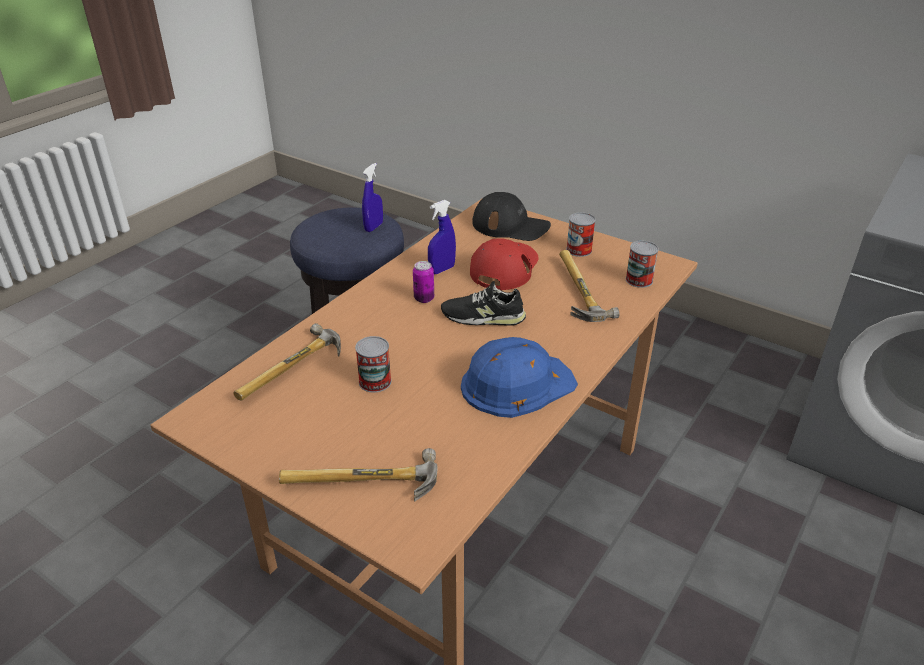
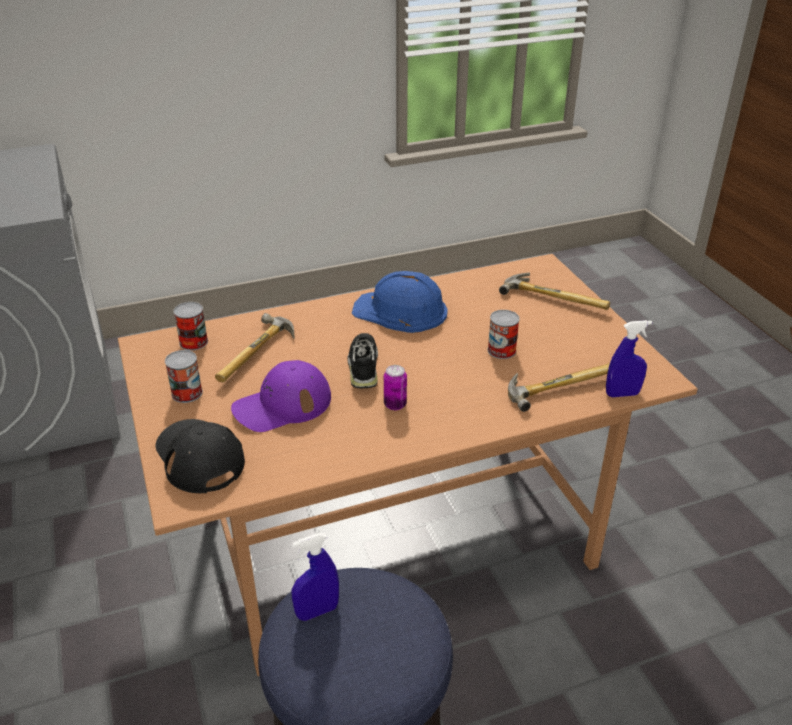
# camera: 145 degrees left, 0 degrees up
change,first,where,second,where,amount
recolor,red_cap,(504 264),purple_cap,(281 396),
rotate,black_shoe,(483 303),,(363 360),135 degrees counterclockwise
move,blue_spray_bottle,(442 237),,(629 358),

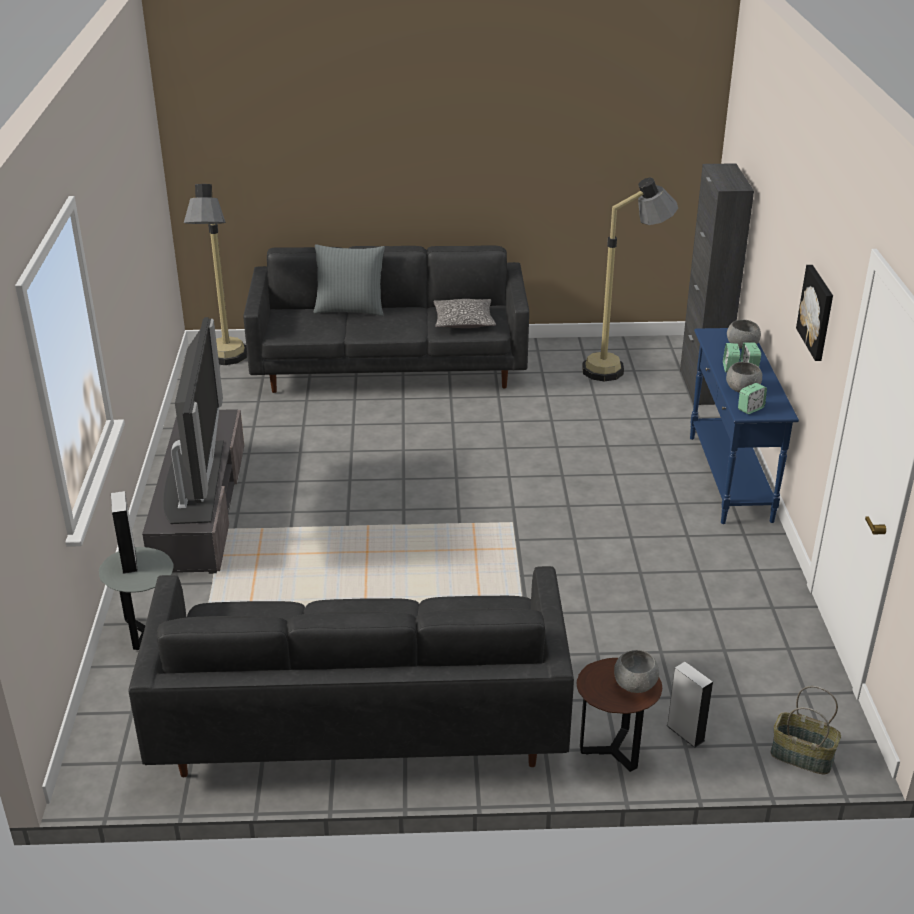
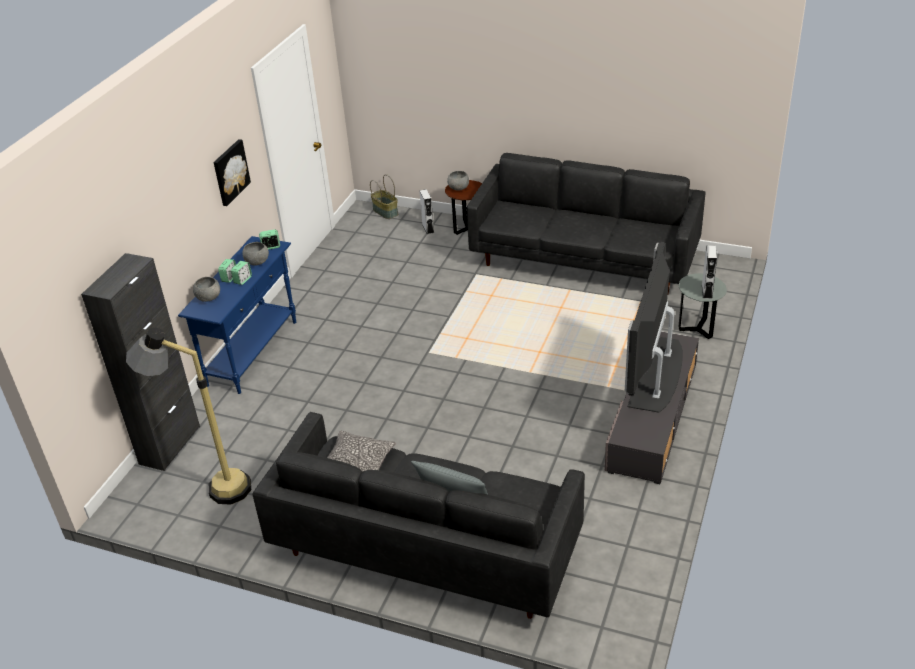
# camera: 155 degrees left, 5 degrees up
change,first,where,second,where,amount
delete,floor_lamp,(215 274),,,

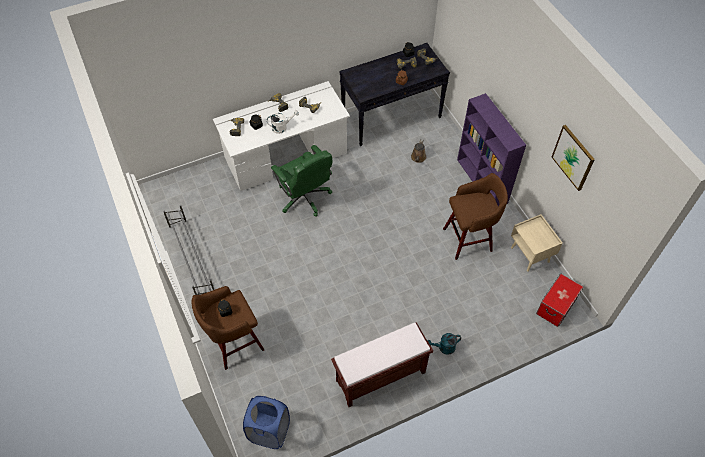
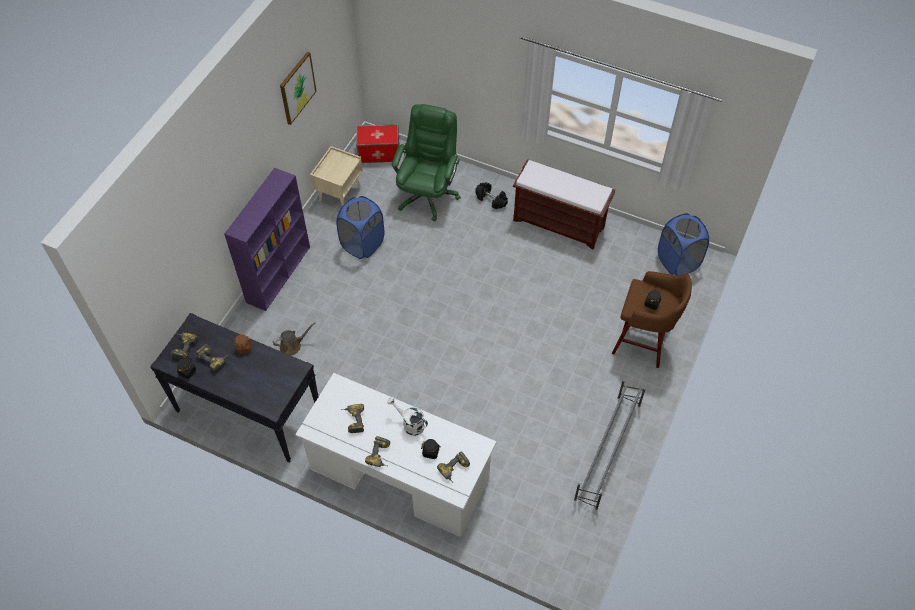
# camera: 130 degrees left, 0 degrees up
change,first,where,second,where,amount
replace,brown_stool,(475 216),blue_laundry_basket,(360 227),
move,green_office_chair,(301 181),,(426 163),
replace,turquoise_watering_can,(444 344),black_dumbbell,(491 195),

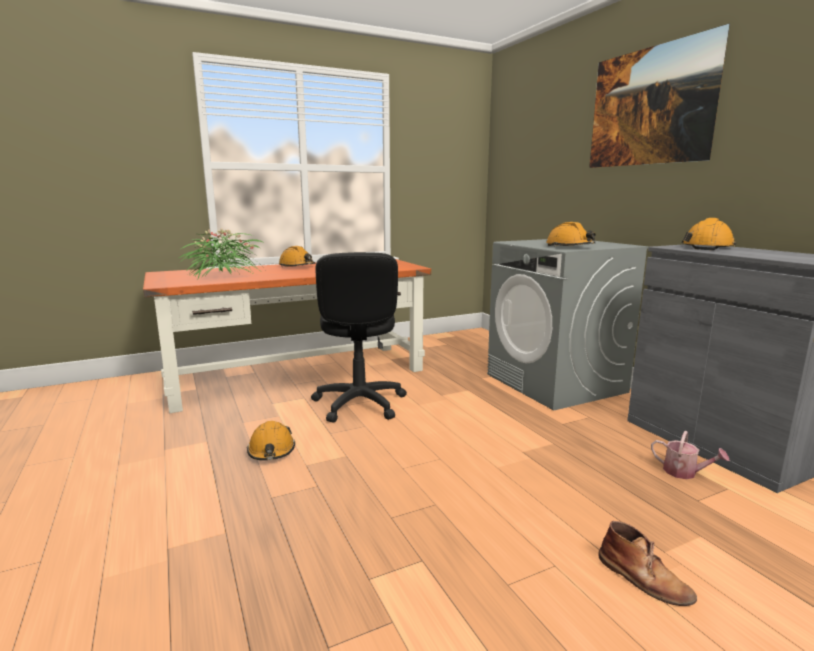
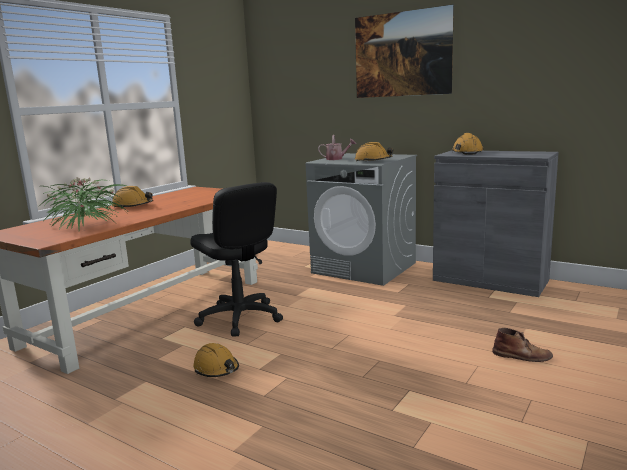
# camera: 30 degrees left, 0 degrees up
change,first,where,second,where,amount
move,watering_can,(690 455),,(337 147),

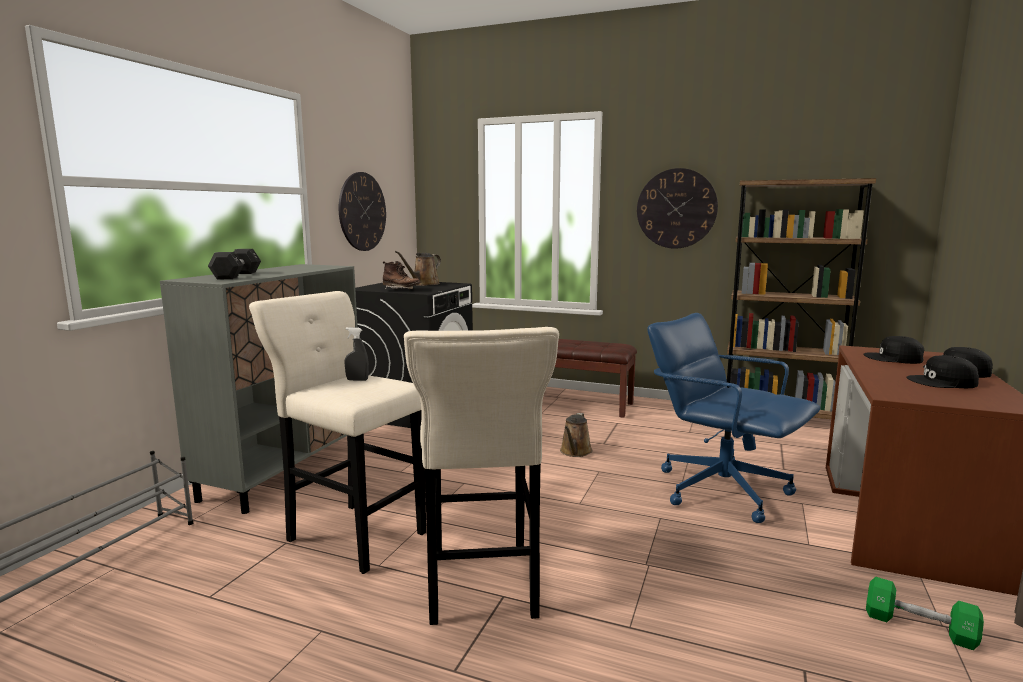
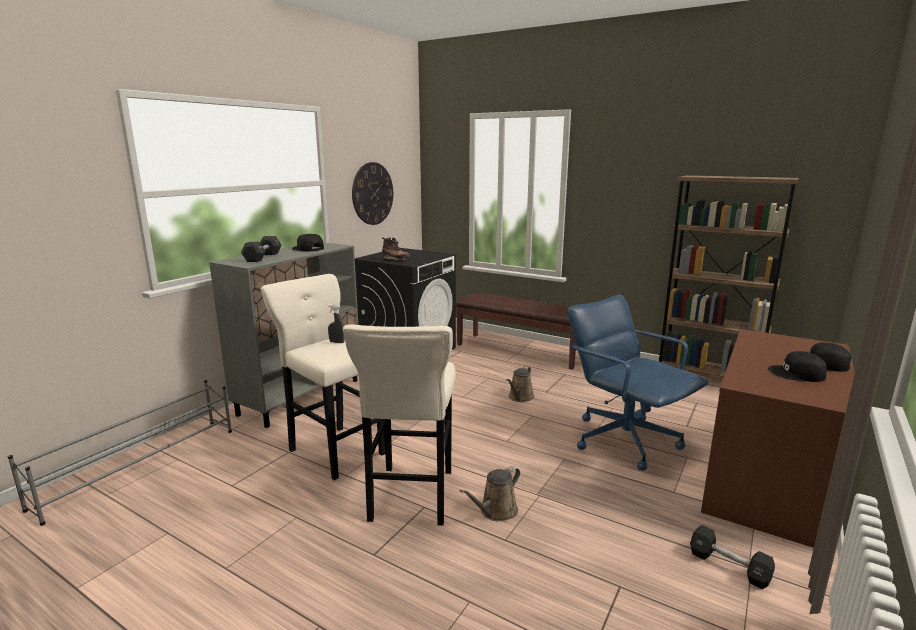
# camera: 10 degrees right, 5 degrees up
change,first,where,second,where,amount
move,black_cap,(893 350),,(308 243),
move,brown_watering_can,(418 268),,(490 494),
recolor,green_dumbbell,(925 613),black_dumbbell,(732 557),
delete,wall_clock,(677 208),,,

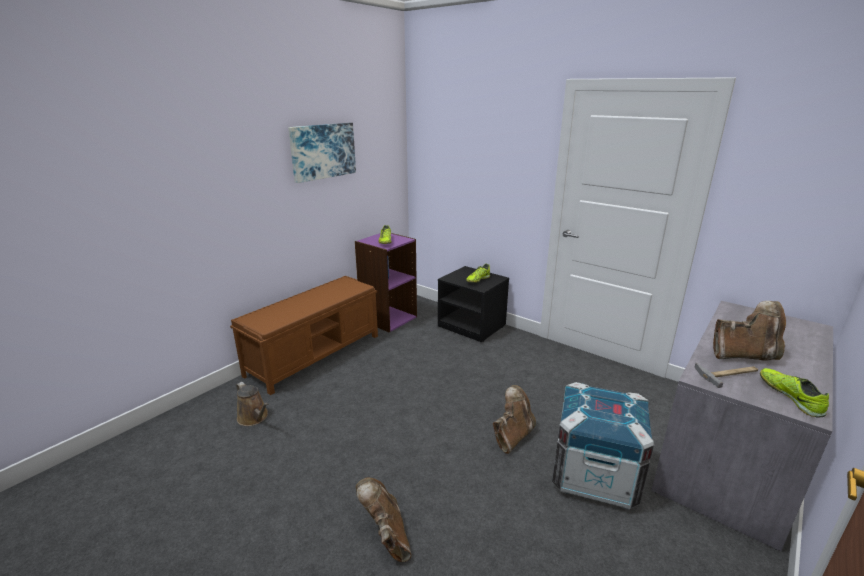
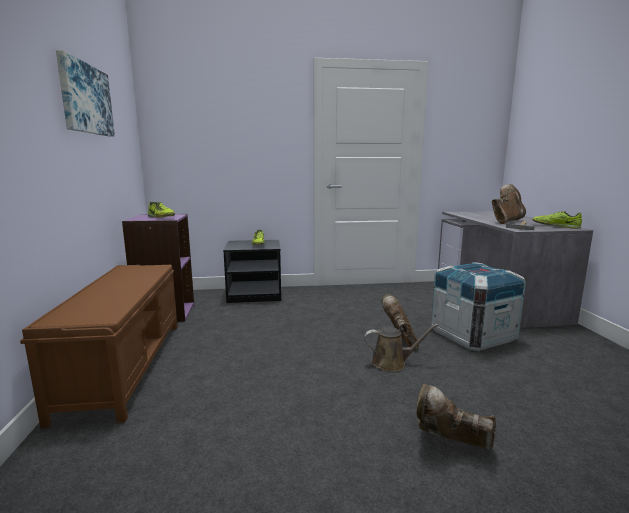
# camera: 45 degrees left, 10 degrees down
change,first,where,second,where,amount
move,brown_watering_can,(252 404),,(401 348),

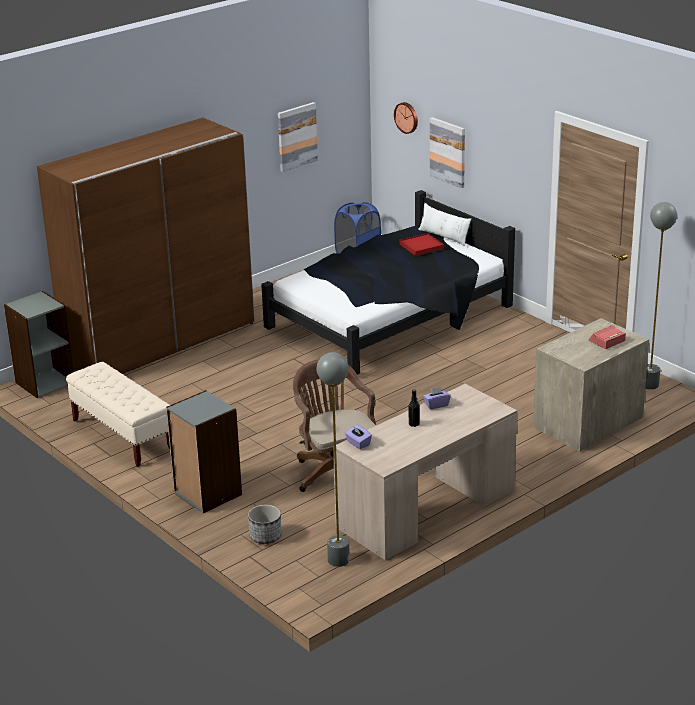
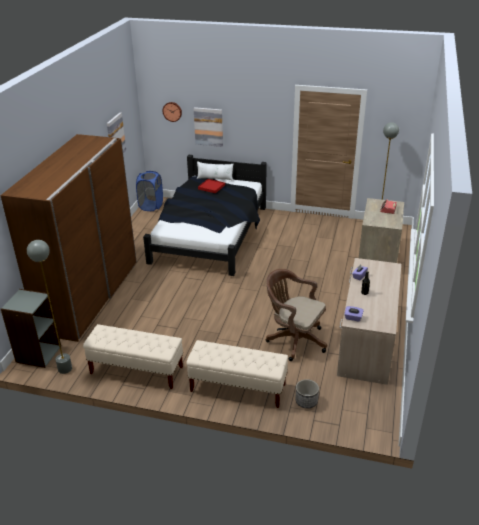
# camera: 35 degrees left, 5 degrees up
change,first,where,second,where,amount
move,grey_floor_lamp,(333 459),,(49 307),
replace,grey_bookcase,(204 451),beige_bench,(237 374),

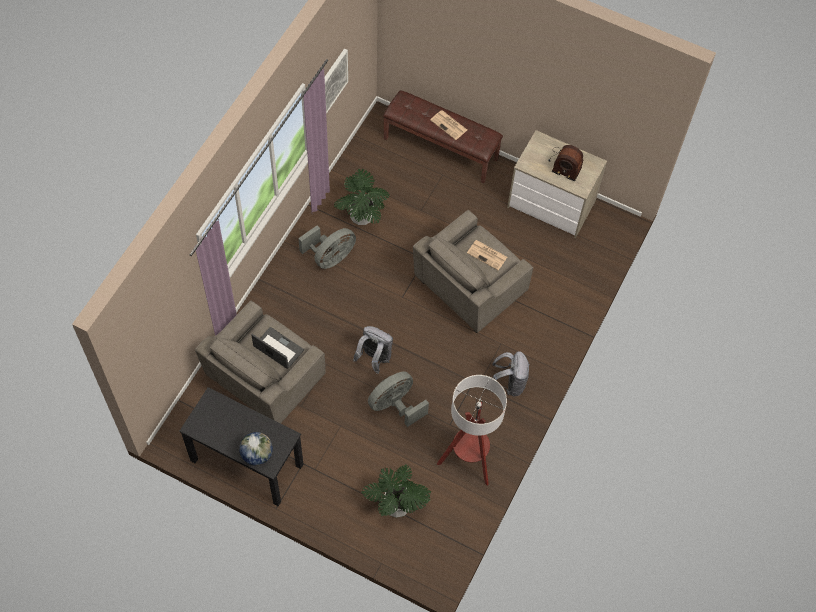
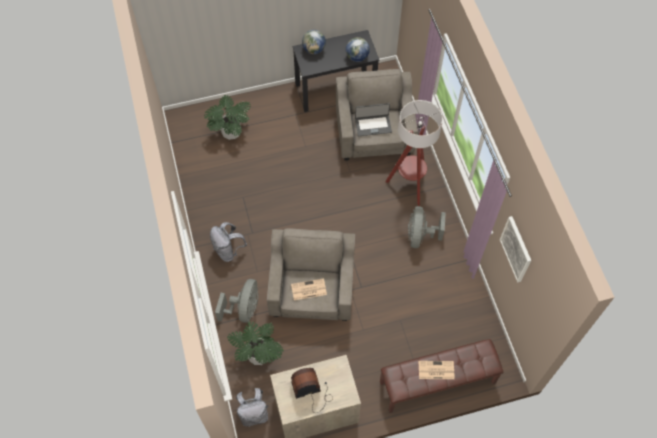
# camera: 140 degrees right, 0 degrees up
change,first,where,second,where,amount
move,grey_fan,(398 399),,(237 301),
move,potted_plant,(362 197),,(255 343),
move,grey_backpack,(373 350),,(252 407),
insert,,,globe,(358 49),
move,floor_lamp,(472 430),,(414 153),

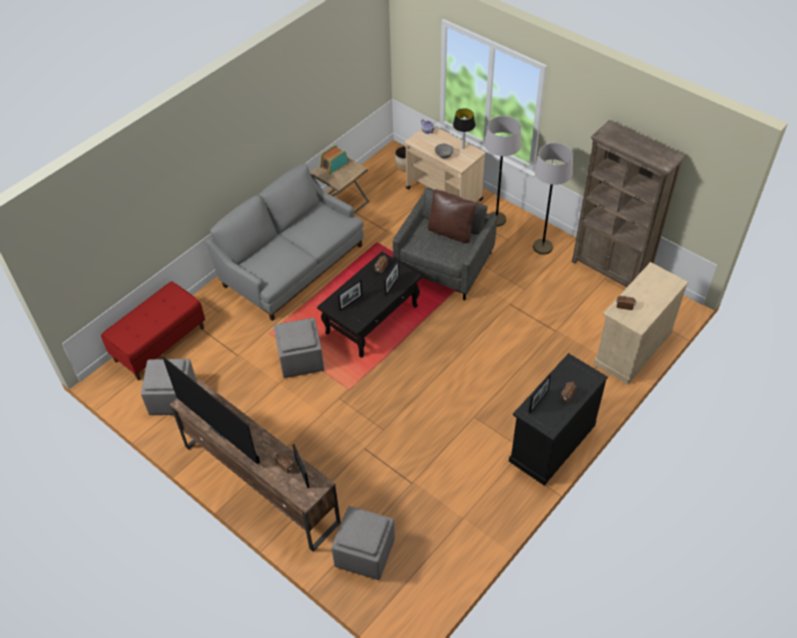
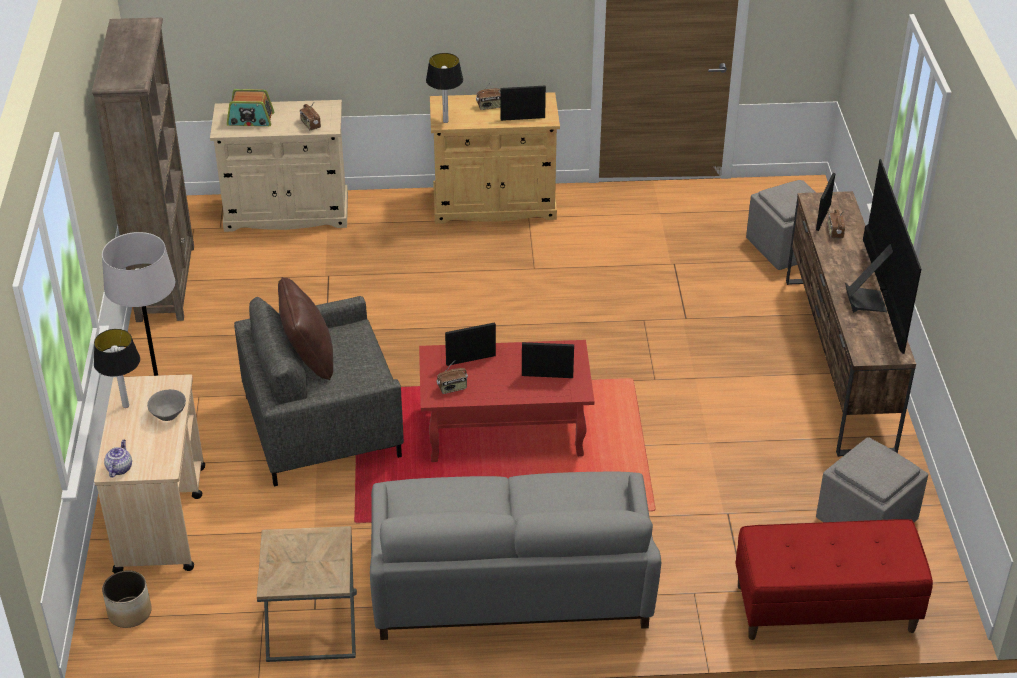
# camera: 135 degrees left, 10 degrees down
change,first,where,second,where,amount
move,radio,(334 159),,(250 107),
recolor,black_coffee_table,(369 305),red_coffee_table,(506 401),
insert,,,table_lamp,(444 88),
recolor,black_cabinet,(558 419),beige_cabinet,(495 158),
delete,grey_ottoman,(299 348),,,
delete,grey_floor_lamp,(553 199),,,

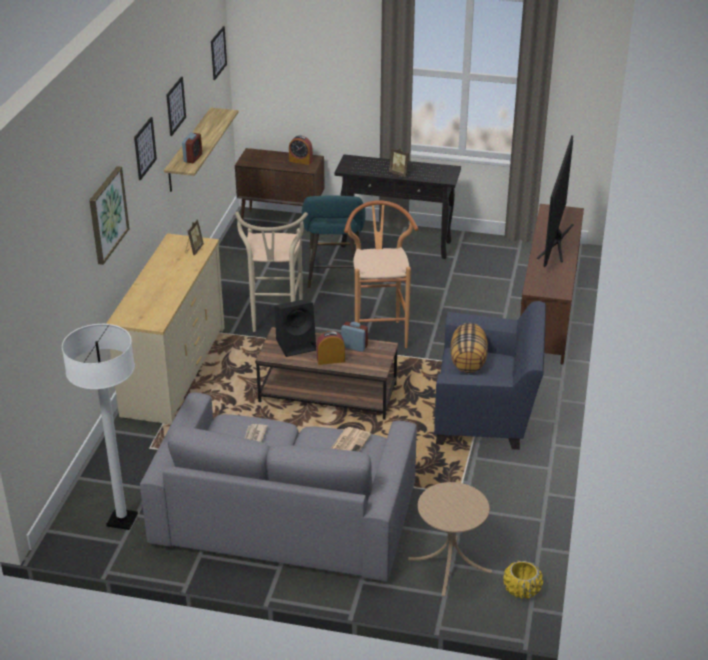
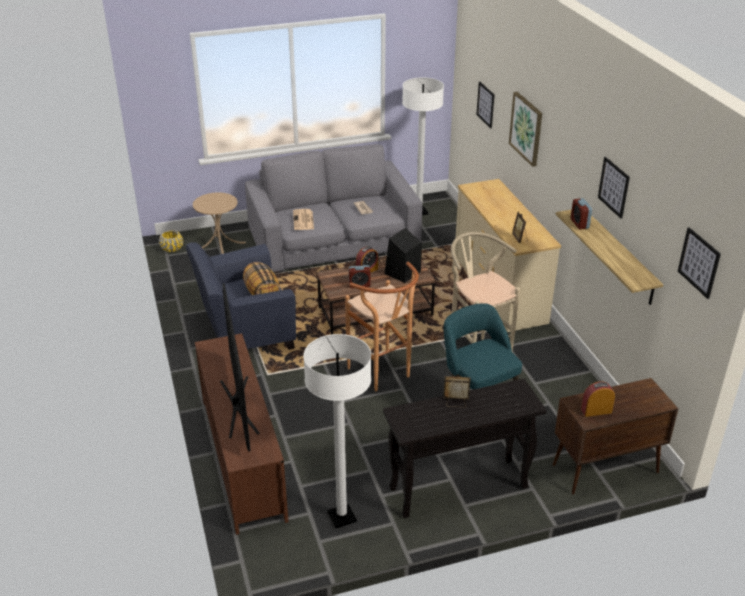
# camera: 150 degrees right, 0 degrees up
change,first,where,second,where,amount
insert,,,white_floor_lamp,(337 431),
move,picture,(145 148),,(485 105),

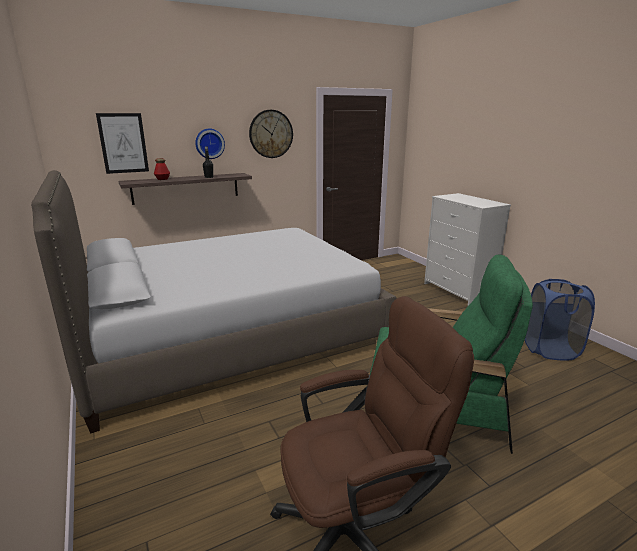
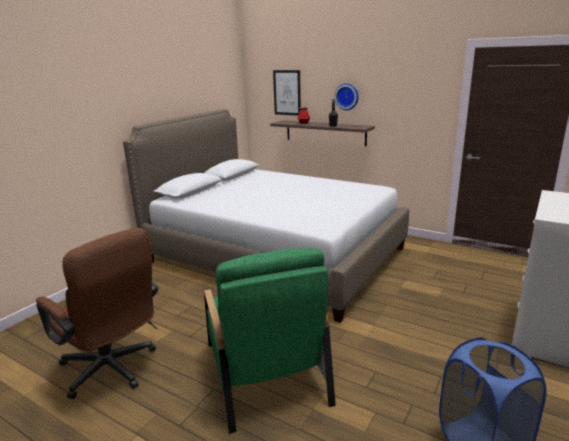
# camera: 60 degrees right, 0 degrees up
change,first,where,second,where,amount
delete,wall_clock,(271 134),,,

